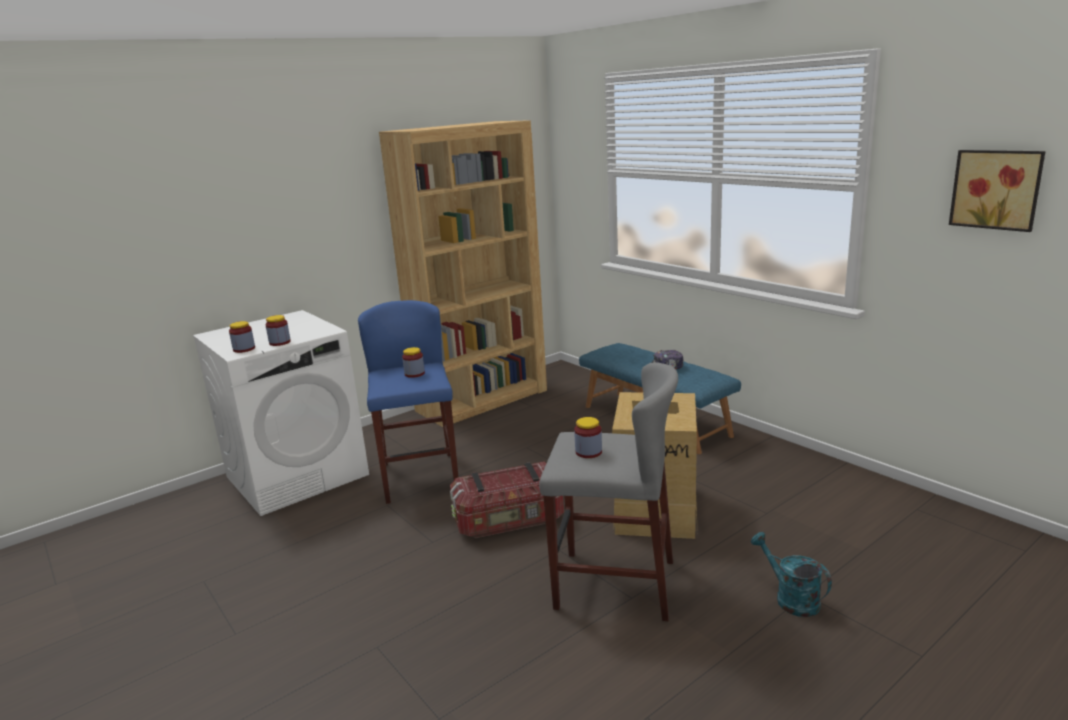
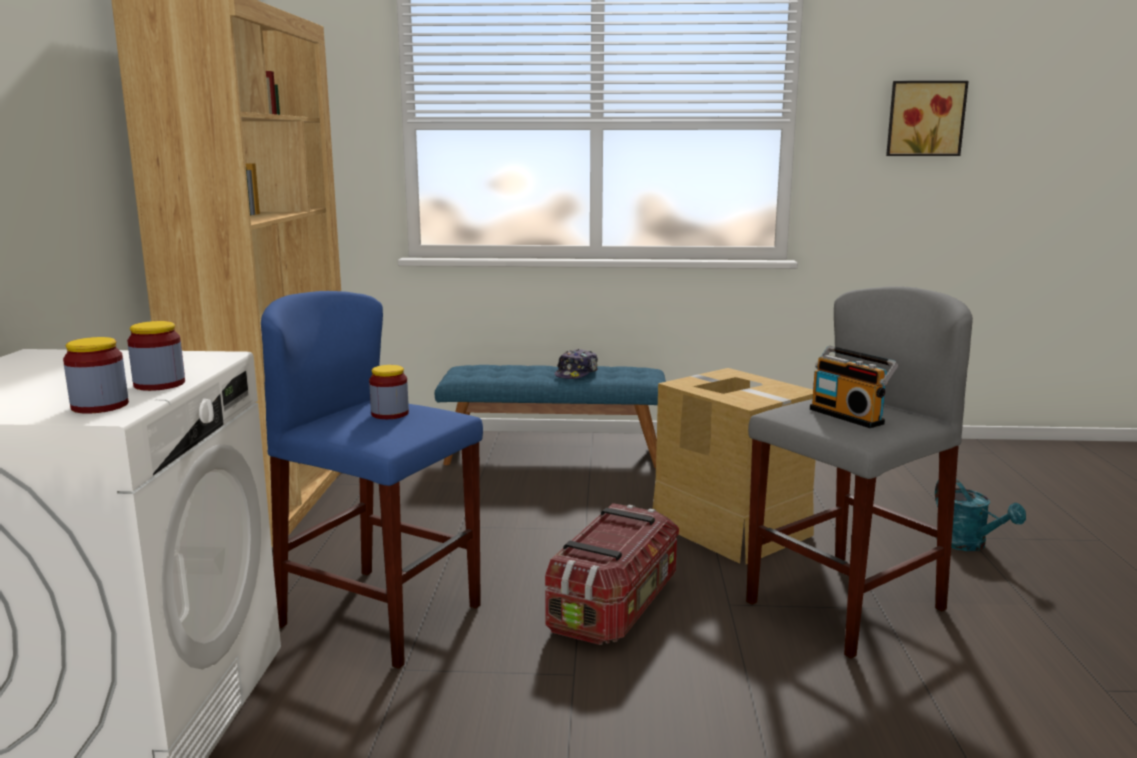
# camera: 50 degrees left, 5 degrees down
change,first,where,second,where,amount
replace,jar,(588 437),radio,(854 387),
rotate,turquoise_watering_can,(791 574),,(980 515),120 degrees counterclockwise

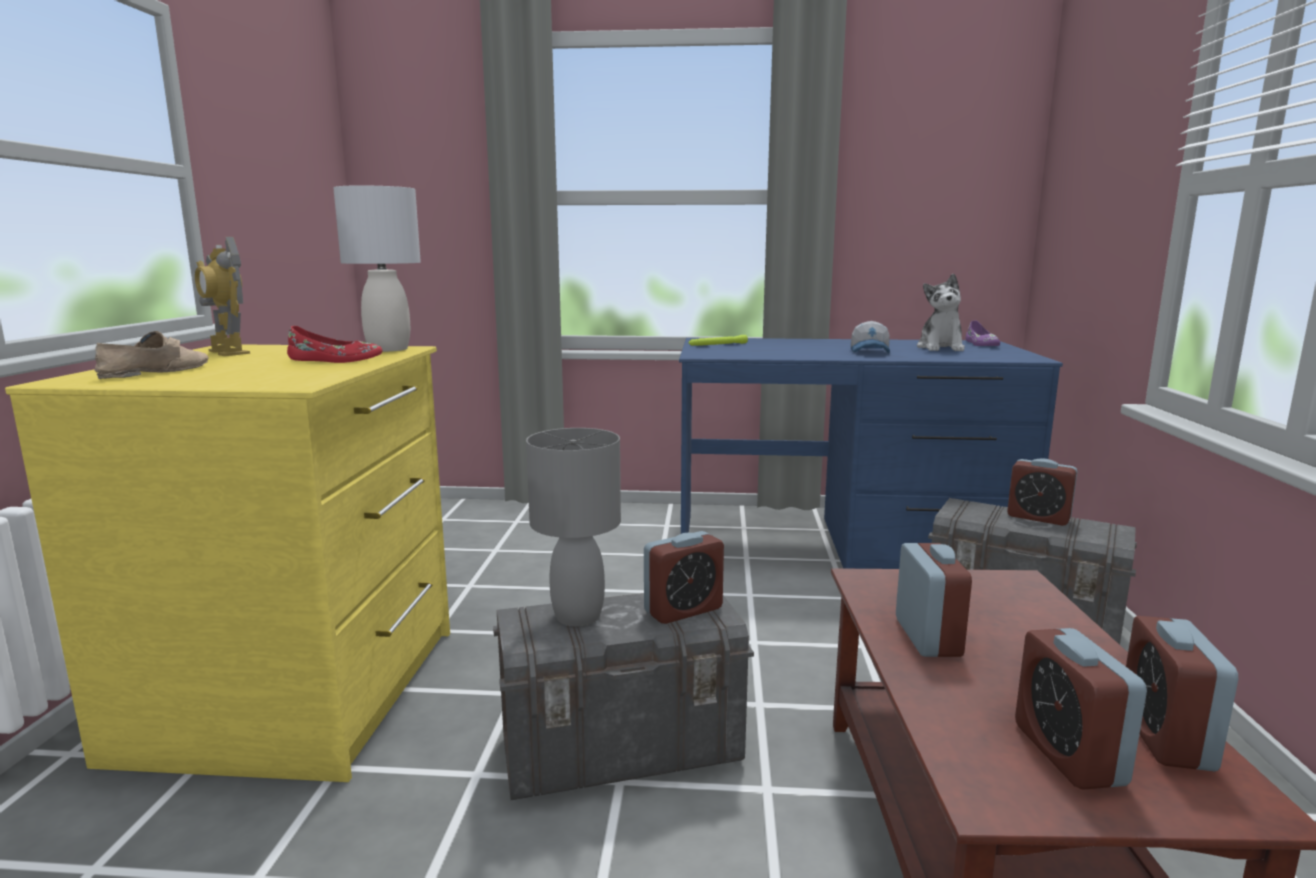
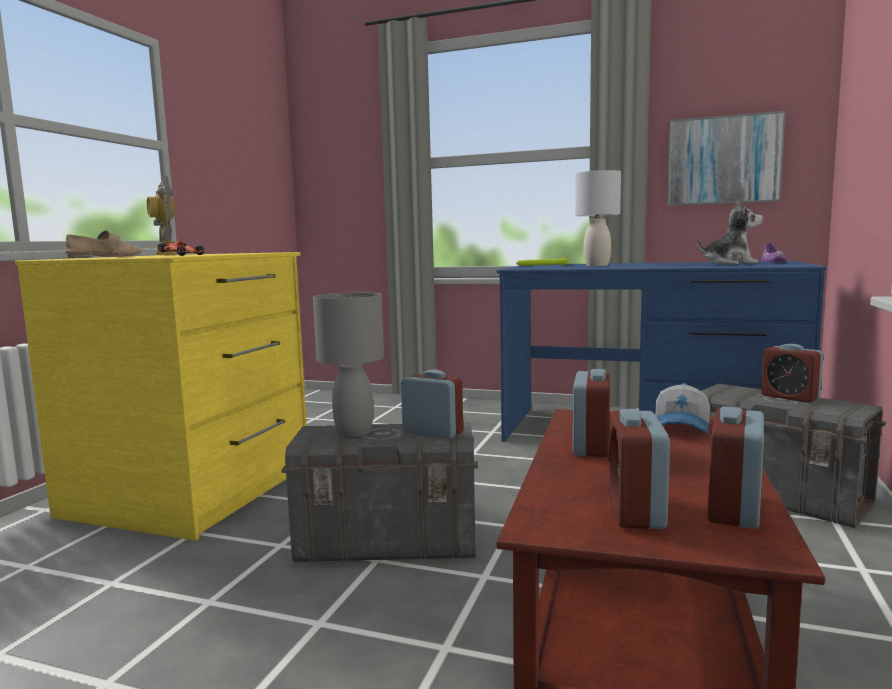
# camera: 15 degrees right, 5 degrees down
change,first,where,second,where,amount
insert,,,toy_car,(182 248),
rotate,alarm_clock,(684 577),,(432 404),135 degrees counterclockwise
move,grey_table_lamp,(377 268),,(598 218),
move,cap,(870 337),,(682 408),
insert,,,picture,(726 158),
rotate,plush_toy,(941 312),,(730 231),105 degrees counterclockwise
delete,red_shoe,(335 344),,,

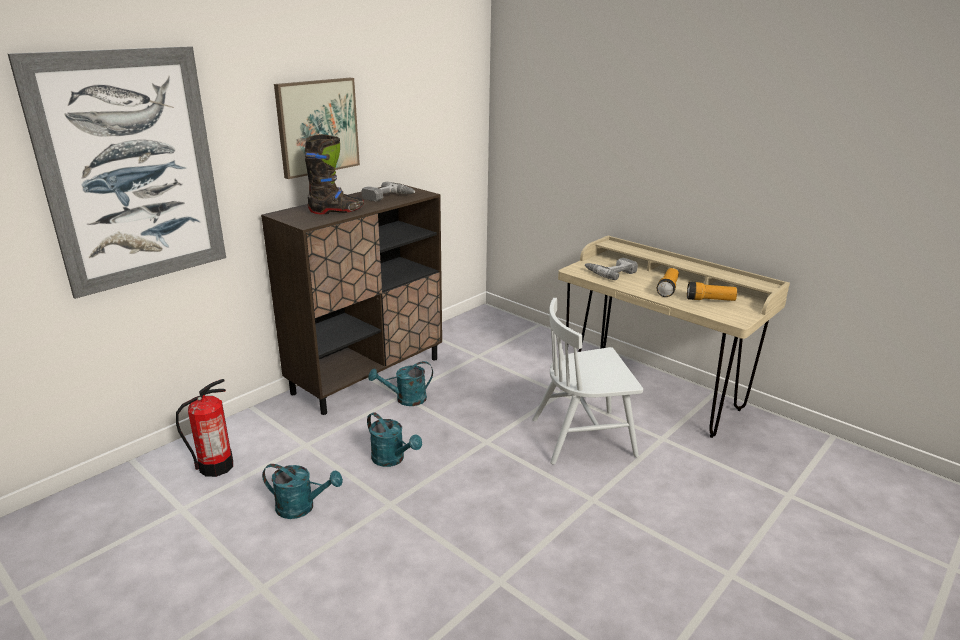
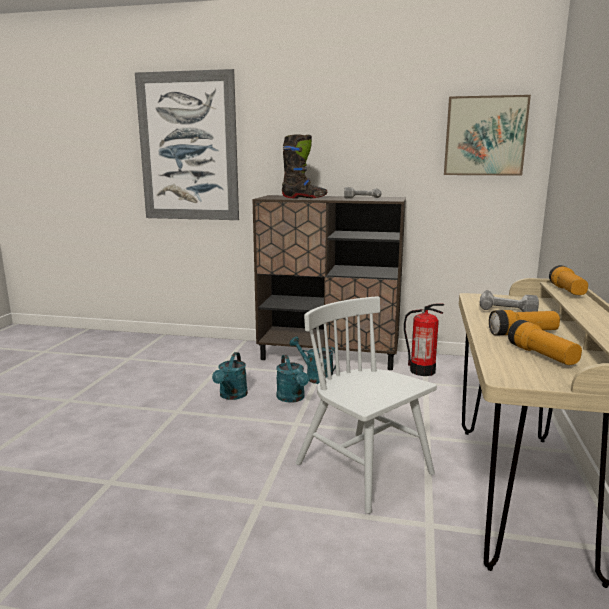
# camera: 60 degrees right, 10 degrees down
change,first,where,second,where,amount
move,turquoise_watering_can,(302 491),,(292 379),
rotate,black_boot,(334 174),,(304 166),45 degrees counterclockwise
move,fire_extinguisher,(204 428),,(424 339),
move,picture,(317 128),,(487 135),
insert,,,flashlight,(568 280),

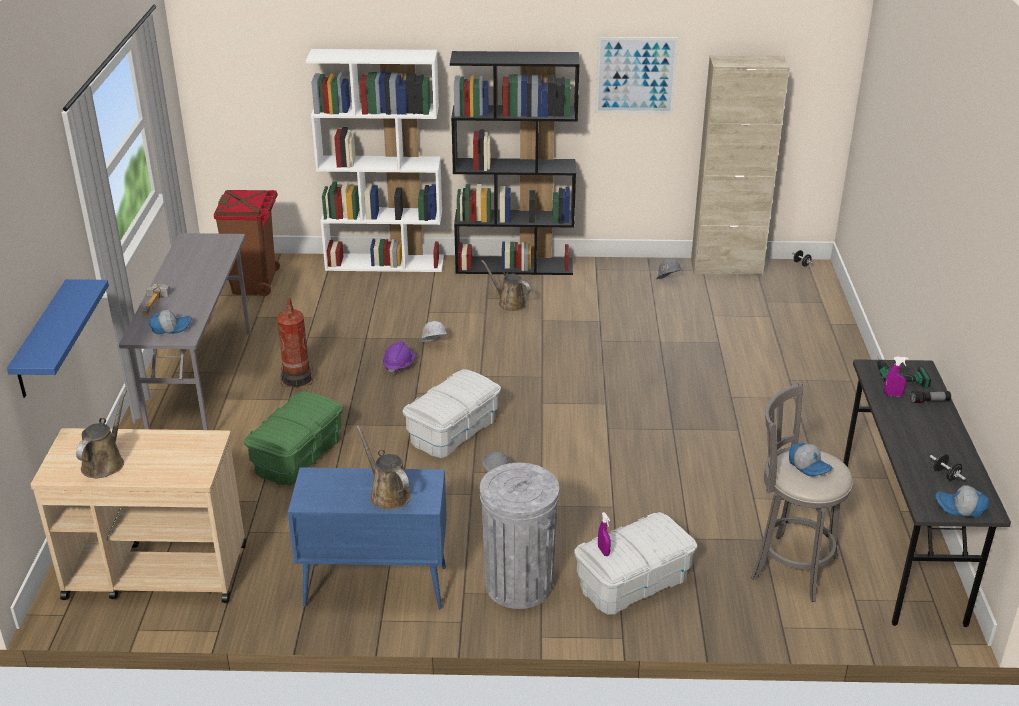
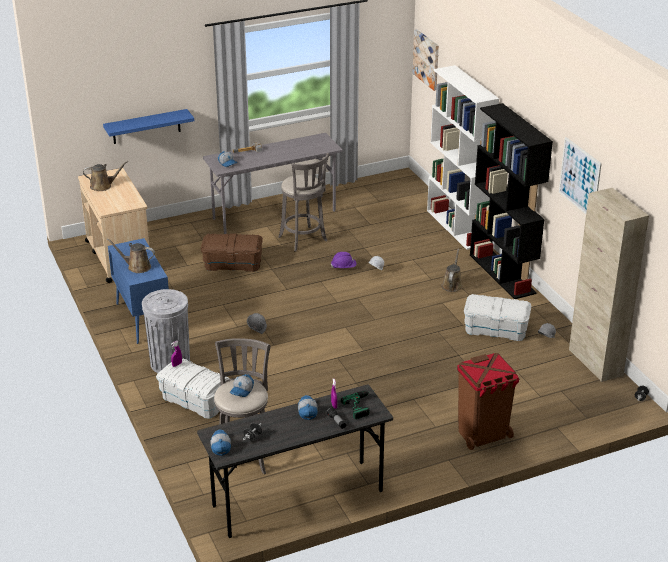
# camera: 65 degrees right, 0 degrees up
change,first,where,second,where,amount
rotate,brown_watering_can,(383 467),,(130 255),105 degrees counterclockwise
recolor,green_storage_box,(293 439),brown_storage_box,(232 252),
replace,fire_extinguisher,(295 342),grey_stool,(303 202),
insert,,,cap,(308 407),
insert,,,picture,(425 60),
move,brown_trash_can,(247 243),,(488 401),
move,white_storage_box,(451 413),,(498 317),

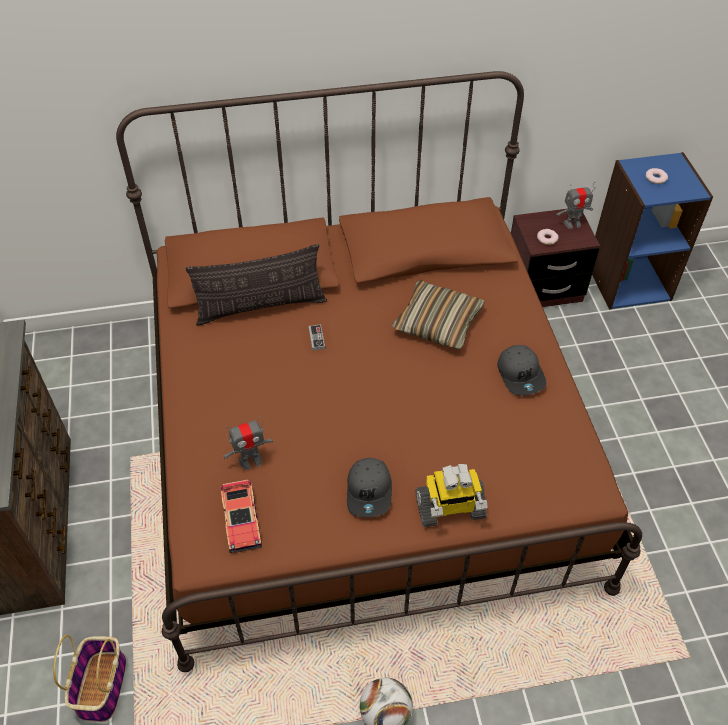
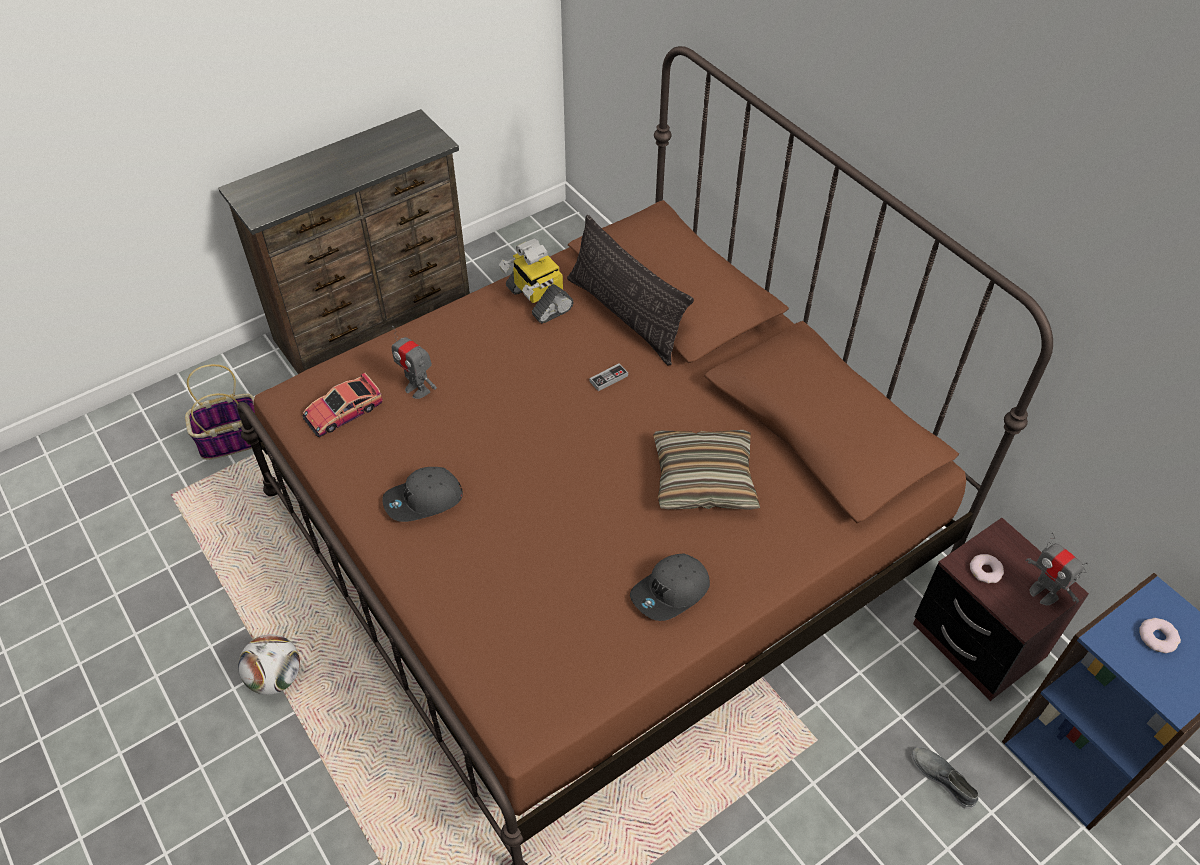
# camera: 65 degrees right, 0 degrees up
change,first,where,second,where,amount
move,toy_robot,(452 495),,(536 281),
insert,,,grey_shoe,(944 778),

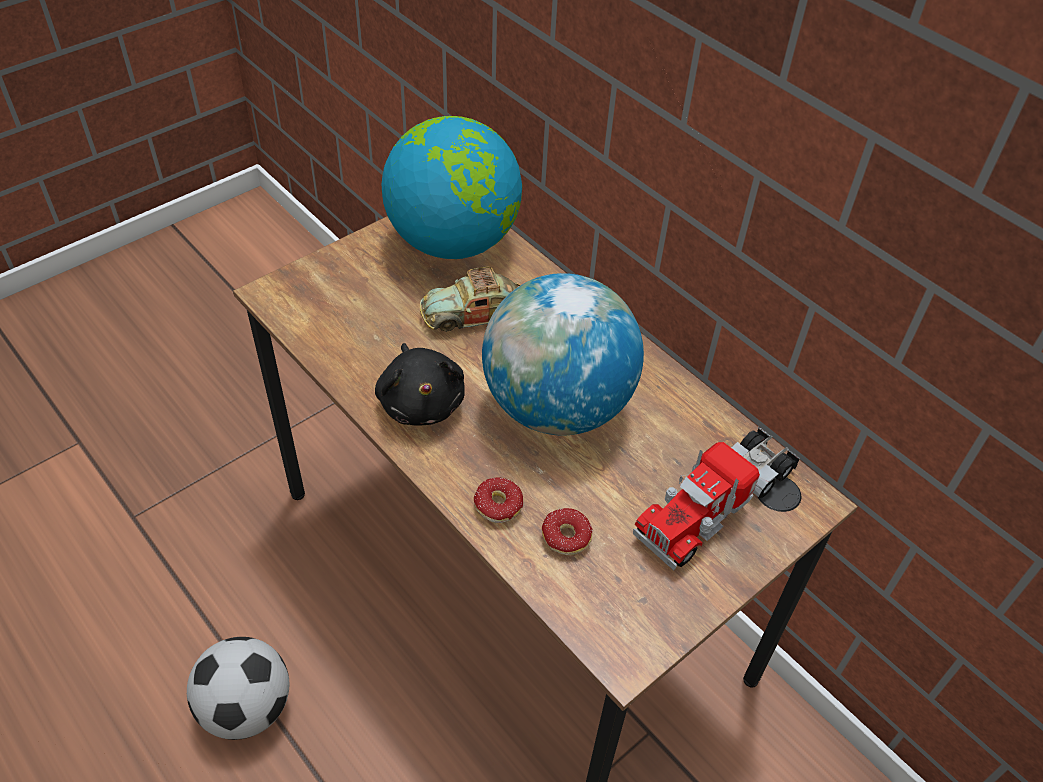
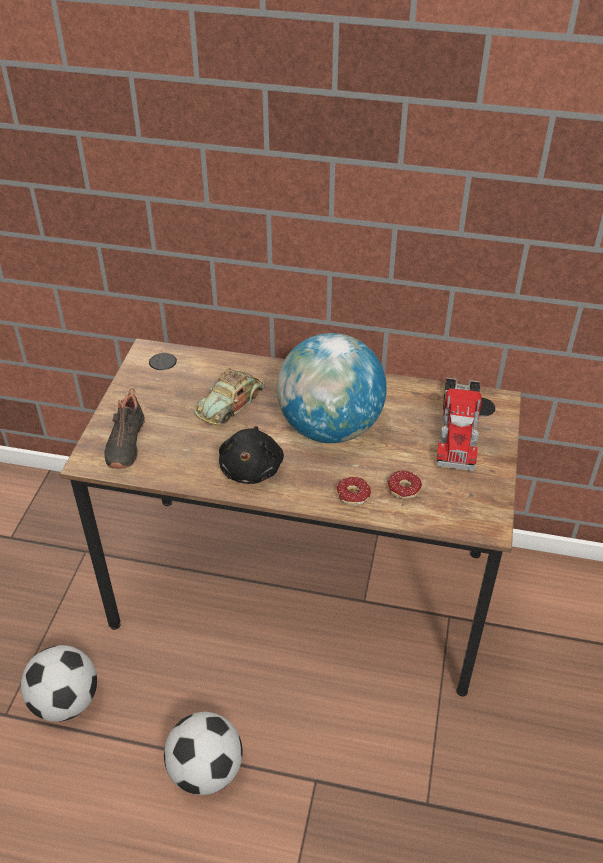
# camera: 35 degrees left, 5 degrees down
change,first,where,second,where,amount
insert,,,football,(59 683),
insert,,,black_shoe,(124 429),
rotate,black_plush_toy,(420 384),,(251 455),60 degrees clockwise
delete,globe,(451 187),,,

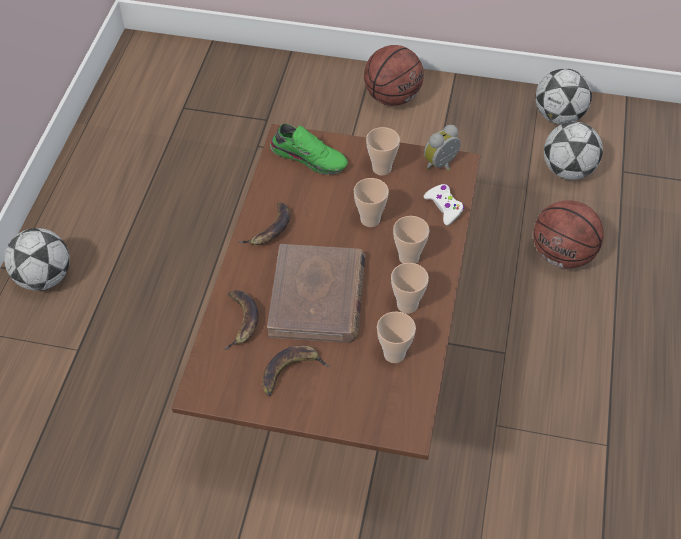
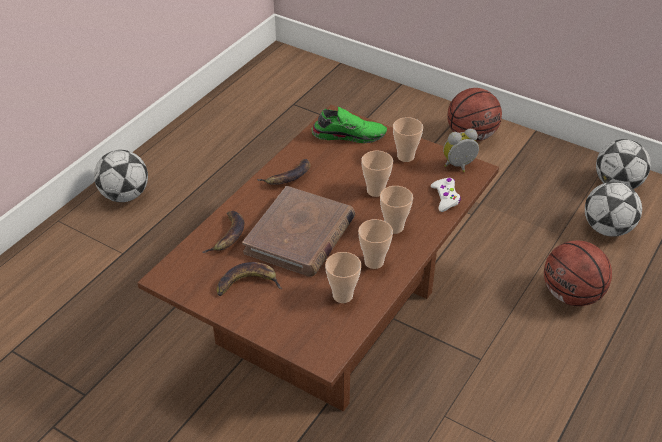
# camera: 20 degrees right, 10 degrees down
change,first,where,second,where,amount
rotate,green_shoe,(309 149),,(349 125),45 degrees counterclockwise

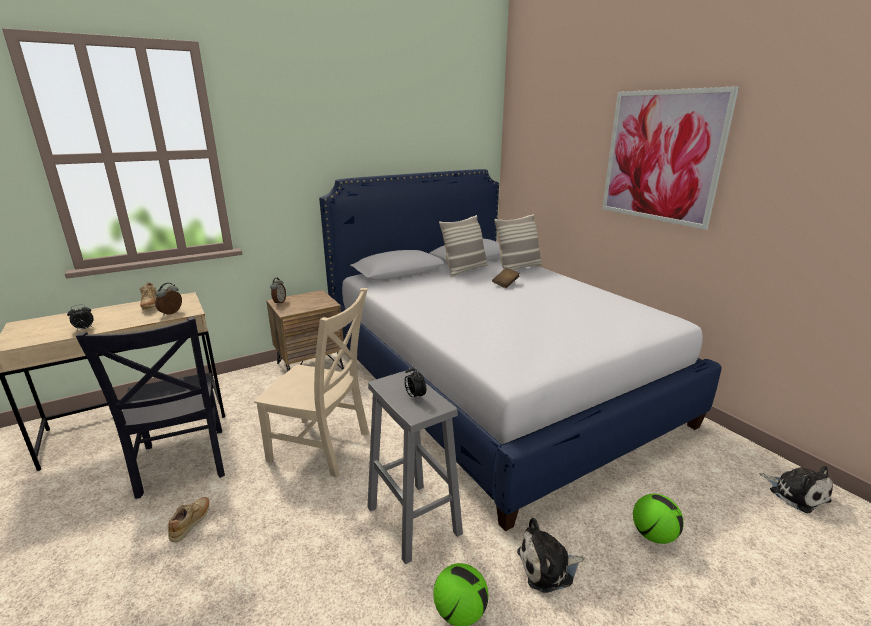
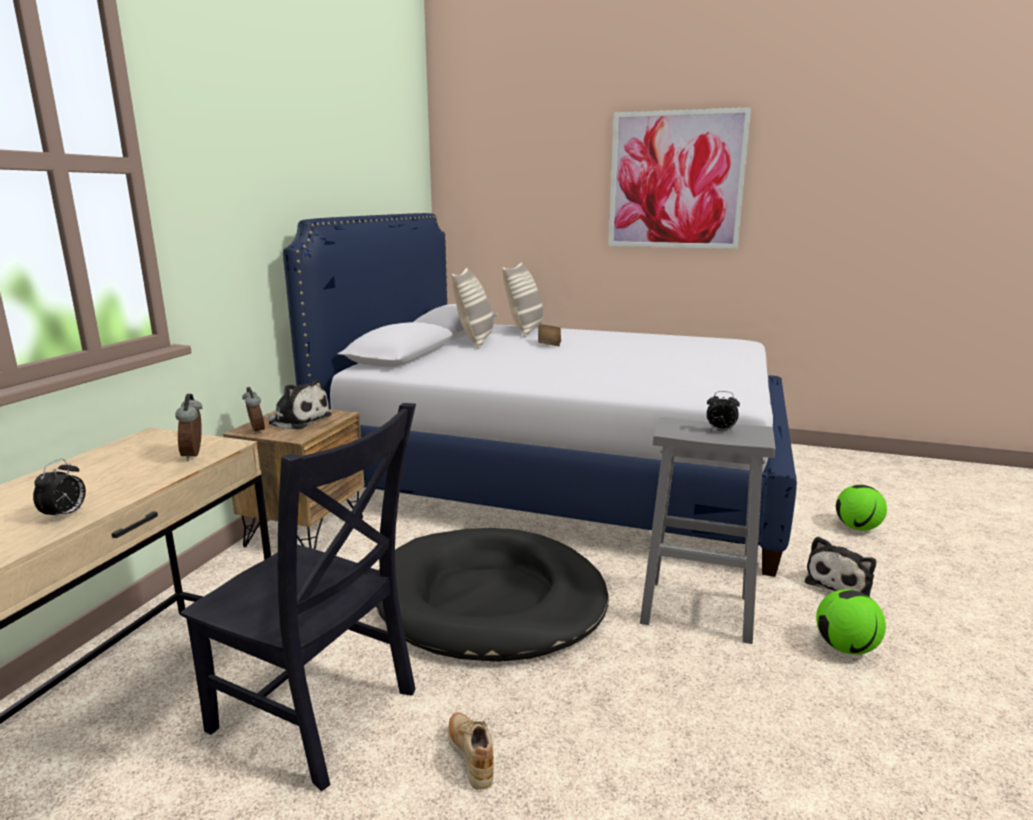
# camera: 40 degrees left, 5 degrees down
change,first,where,second,where,amount
move,plush_toy,(796 490),,(297 404),
replace,beige_chair,(311 383),black_dog_bed,(492 595),
delete,beige_shoe,(148 296),,,

